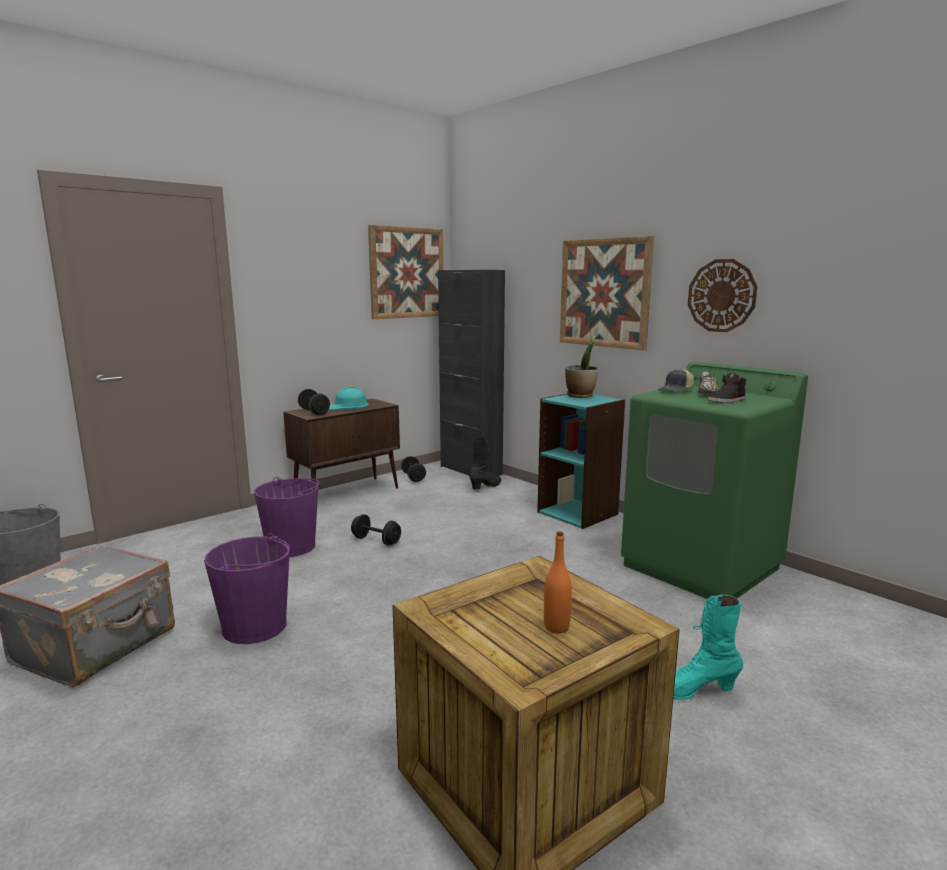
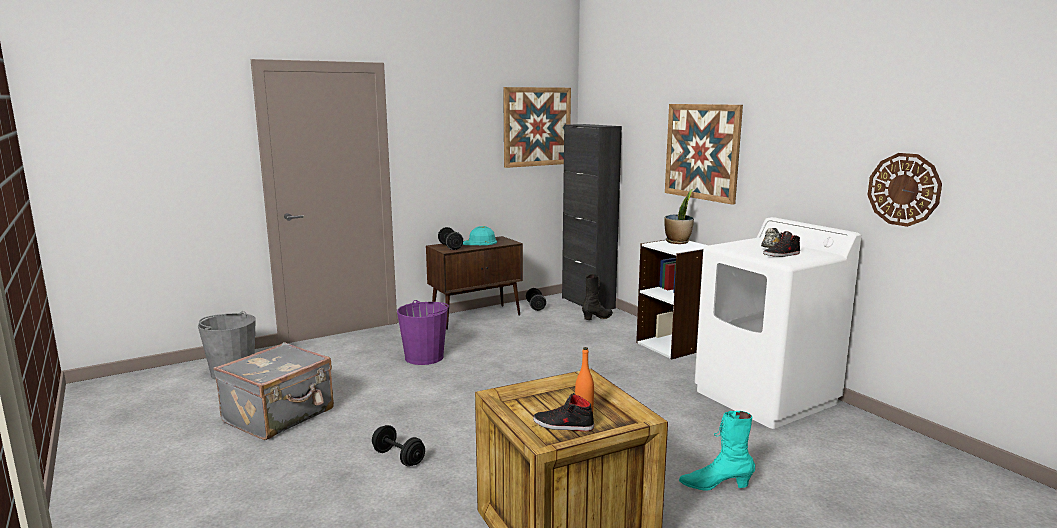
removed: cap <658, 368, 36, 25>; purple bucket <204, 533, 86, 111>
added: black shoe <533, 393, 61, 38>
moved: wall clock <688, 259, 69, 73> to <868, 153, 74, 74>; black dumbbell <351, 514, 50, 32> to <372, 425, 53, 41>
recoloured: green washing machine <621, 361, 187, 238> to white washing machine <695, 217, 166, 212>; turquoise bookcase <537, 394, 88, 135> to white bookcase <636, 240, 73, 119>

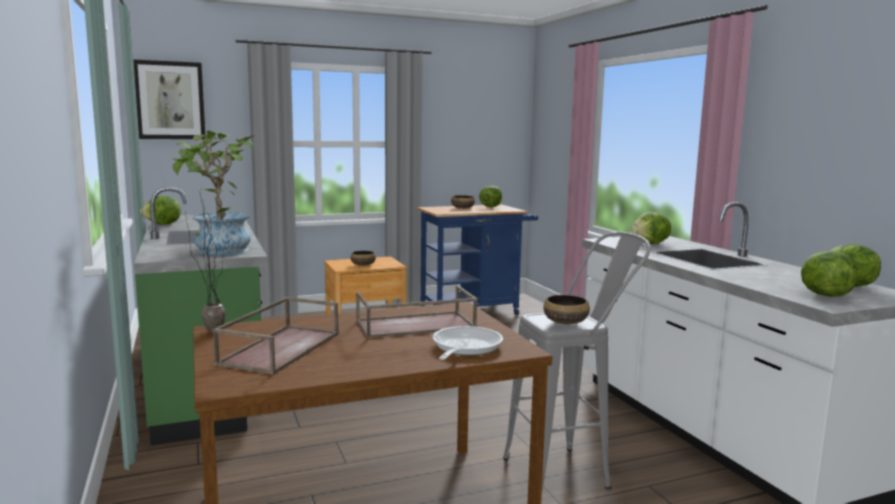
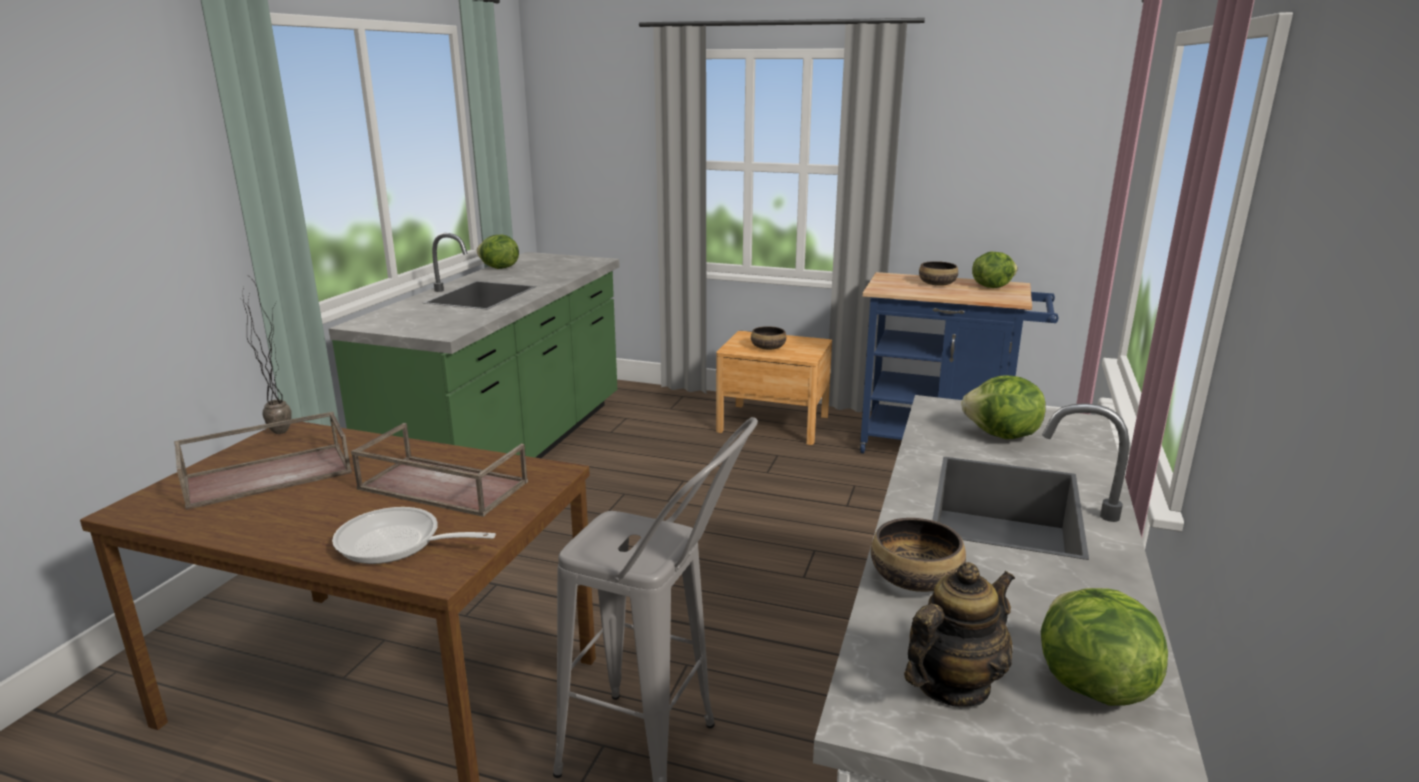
removed: picture <133, 60, 72, 79>; potted plant <172, 130, 81, 125>
moved: bowl <543, 295, 47, 29> to <871, 518, 95, 74>
replaced: lettuce <801, 251, 57, 46> to teapot <904, 562, 111, 145>
turned: frying pan <433, 326, 70, 34> = <332, 507, 164, 57> 135 degrees counterclockwise

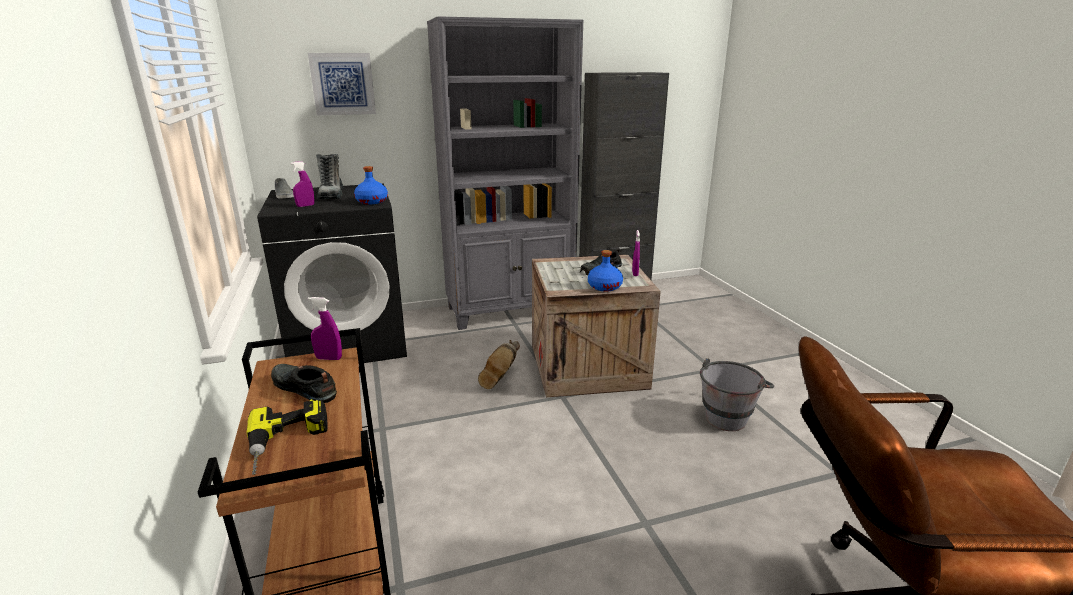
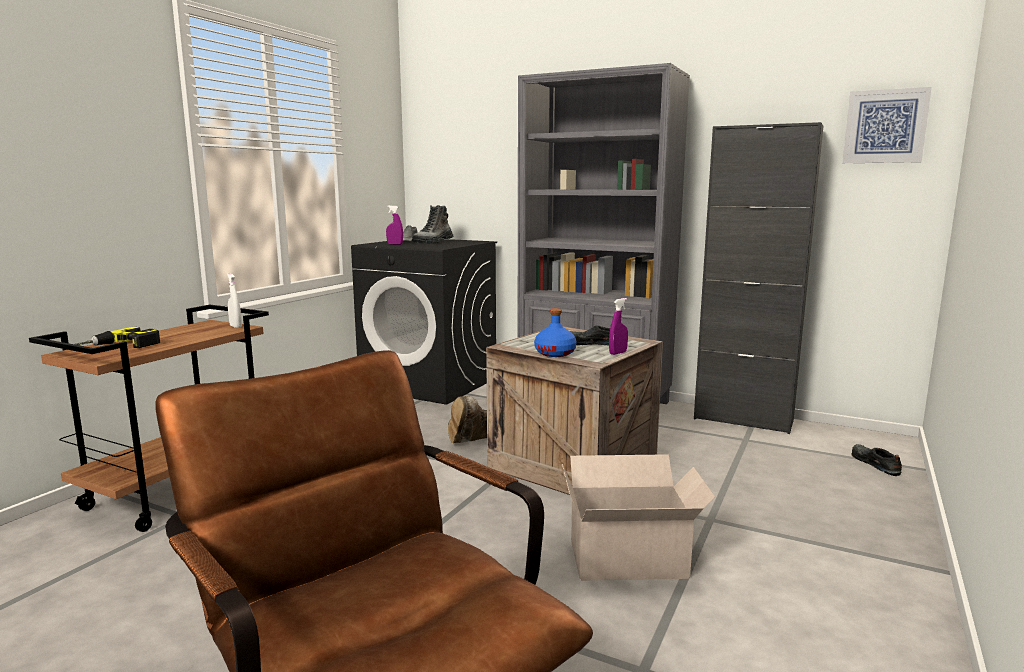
removed: blue bottle <354, 166, 34, 38>
moved: picture <308, 53, 68, 62> to <842, 87, 90, 76>; black shoe <271, 364, 66, 39> to <852, 444, 50, 32>
replaced: grey bucket <700, 358, 74, 73> to cardboard box <562, 454, 153, 127>
recoloured: purple spray bottle <308, 297, 34, 63> to white spray bottle <227, 273, 15, 55>

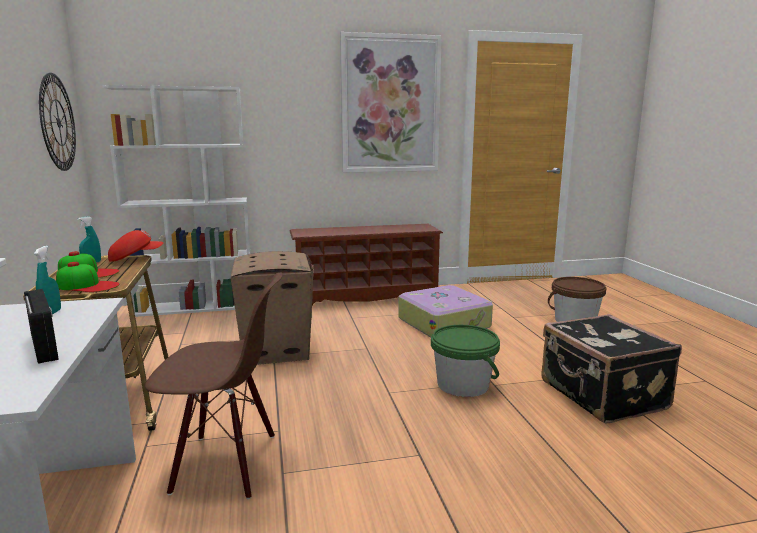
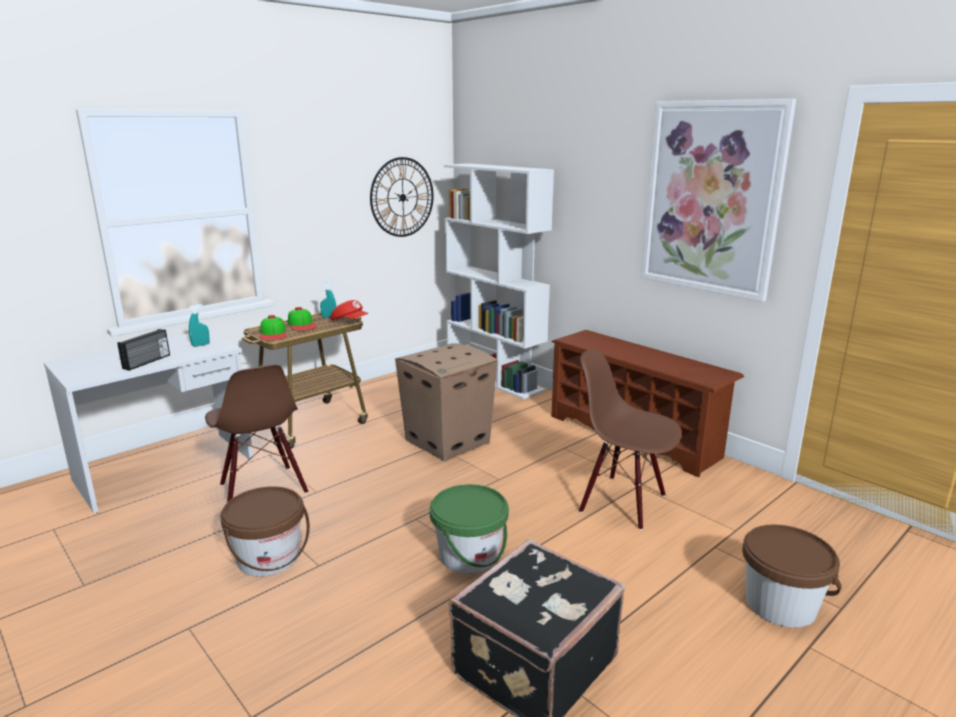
added: brown bucket <220, 486, 90, 91>
replaced: suitcase <398, 285, 95, 52> to brown chair <579, 349, 103, 181>

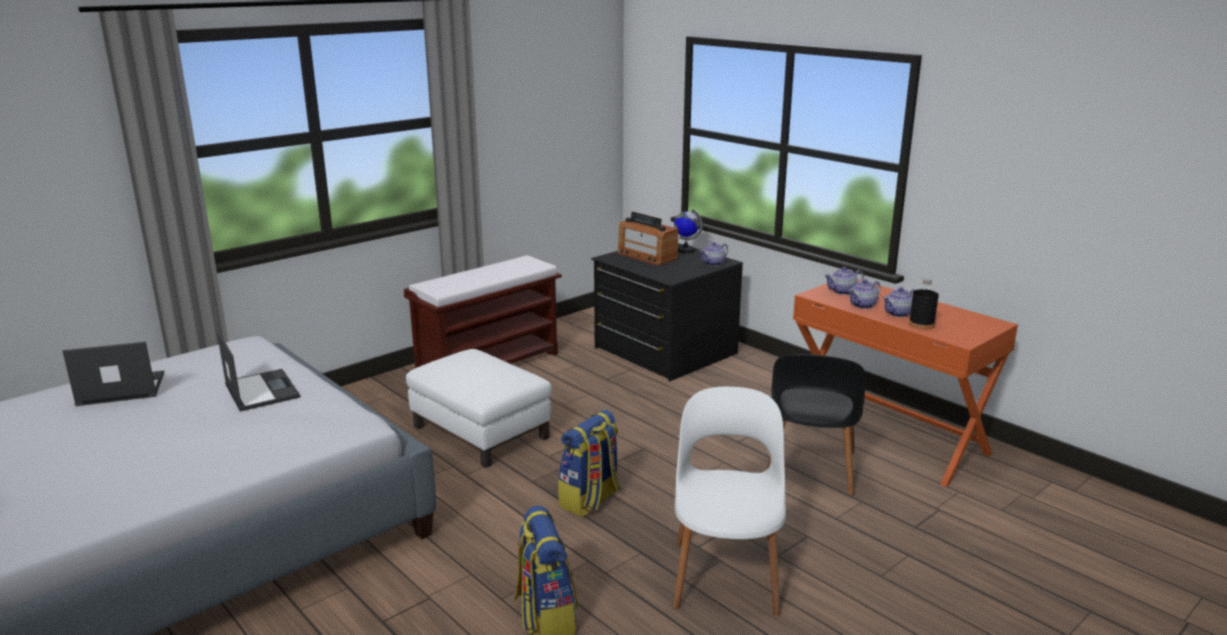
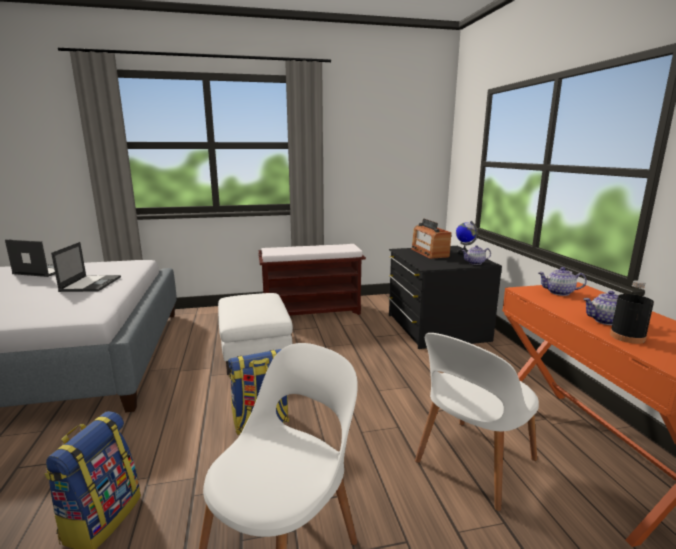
removed: teapot <849, 279, 32, 30>
recoloured: black chair <767, 354, 99, 142> to white chair <415, 333, 124, 178>

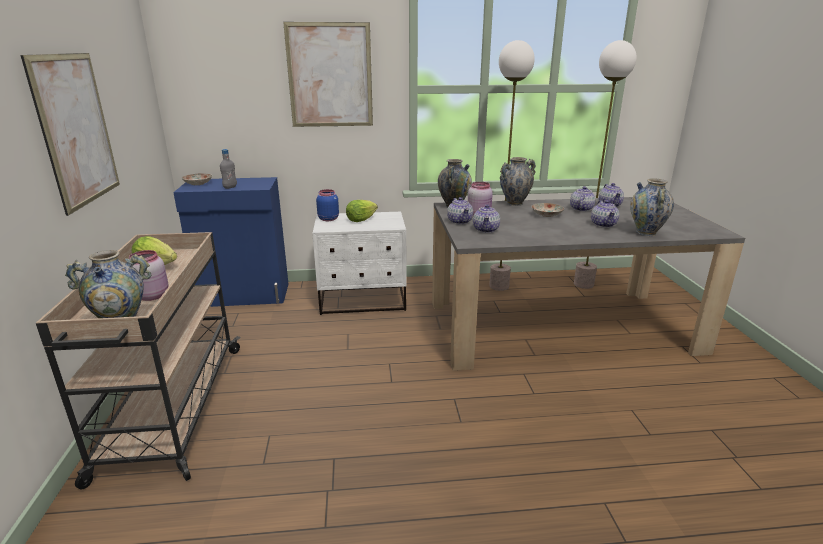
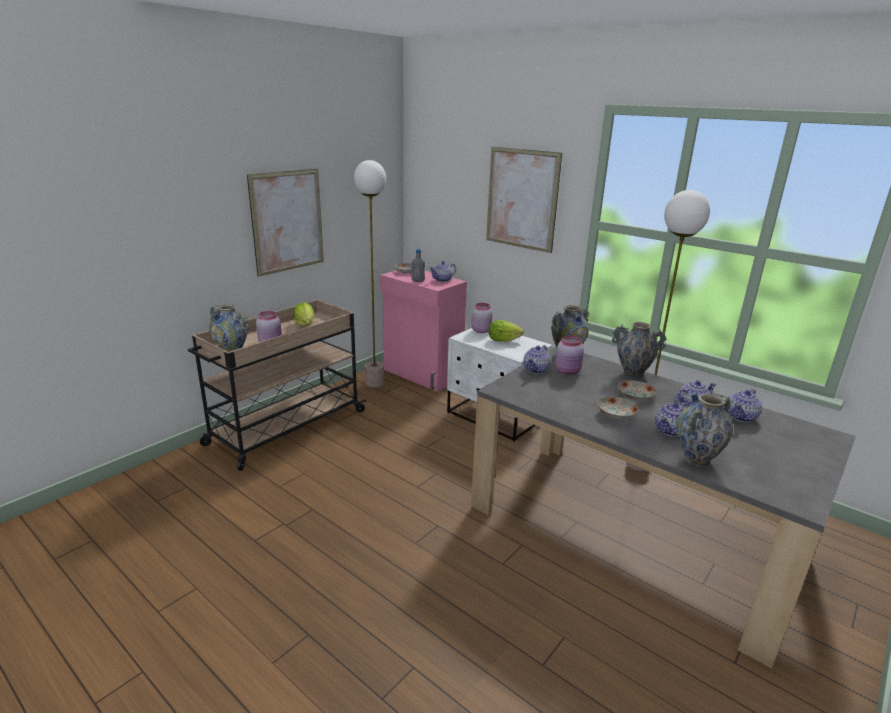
added: plate <597, 397, 41, 22>
moved: floor lamp <574, 40, 63, 249> to <354, 160, 32, 228>; teapot <473, 204, 27, 29> to <430, 261, 26, 21>
recoloured: blue cabinet <173, 177, 116, 130> to pink cabinet <380, 270, 87, 122>; blue jar <316, 189, 23, 32> to pink jar <471, 303, 22, 30>

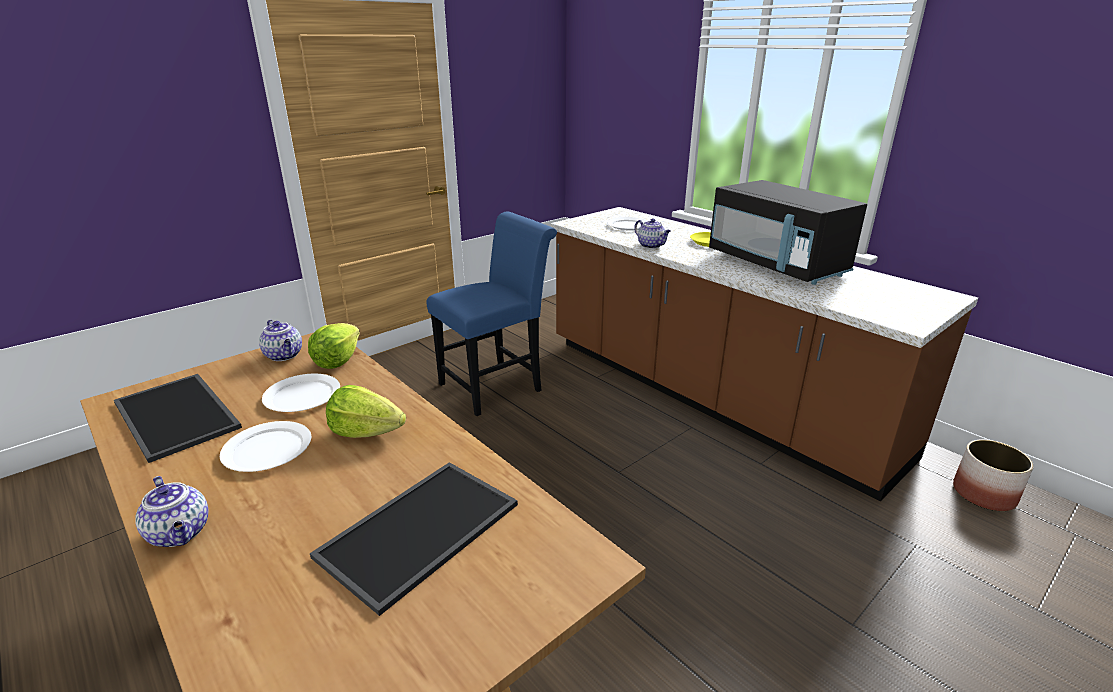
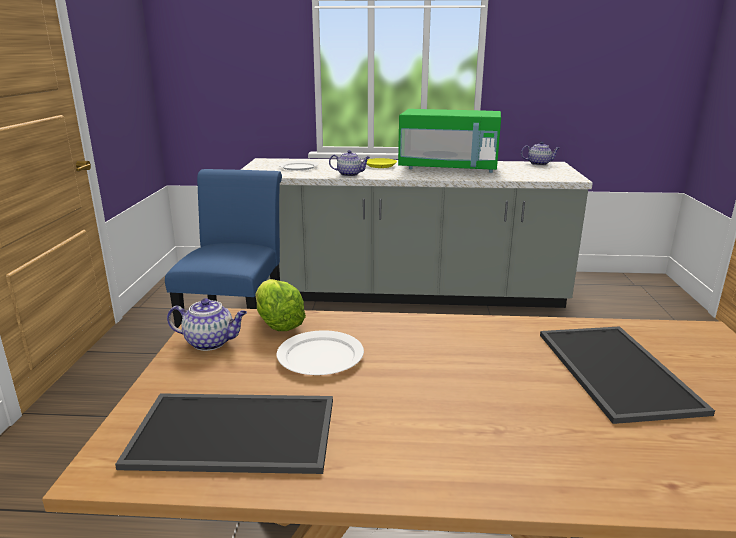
removed: lettuce <326, 385, 80, 53>; white plate <220, 421, 91, 51>; planter <953, 440, 81, 71>
moved: teapot <135, 476, 74, 71> to <521, 141, 39, 25>
recoloured: black microwave <709, 180, 158, 105> to green microwave <398, 109, 103, 64>; brown counter <551, 207, 427, 294> to grey counter <241, 158, 352, 150>

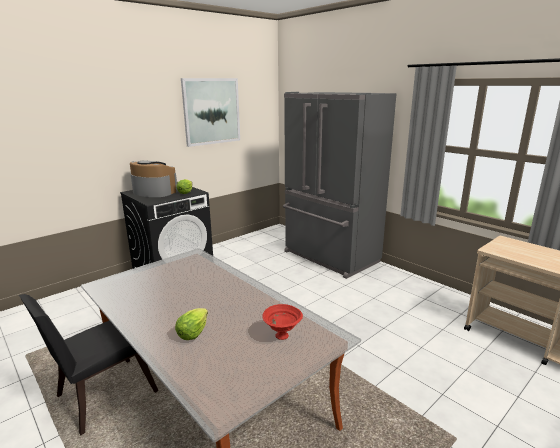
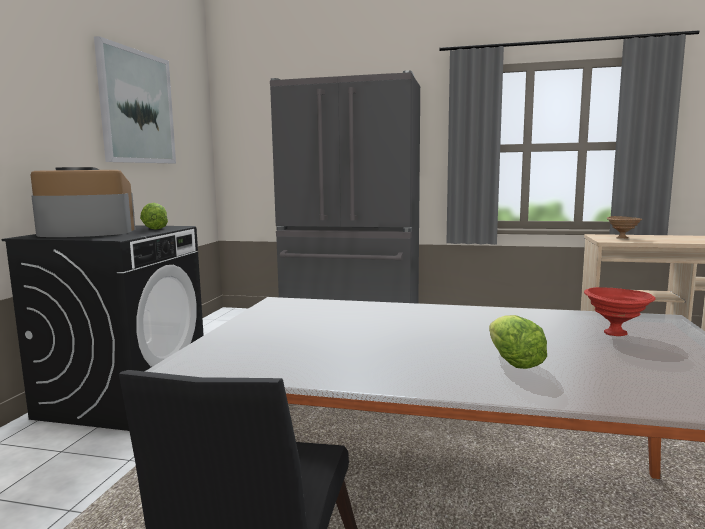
added: brown bowl <607, 216, 36, 23>

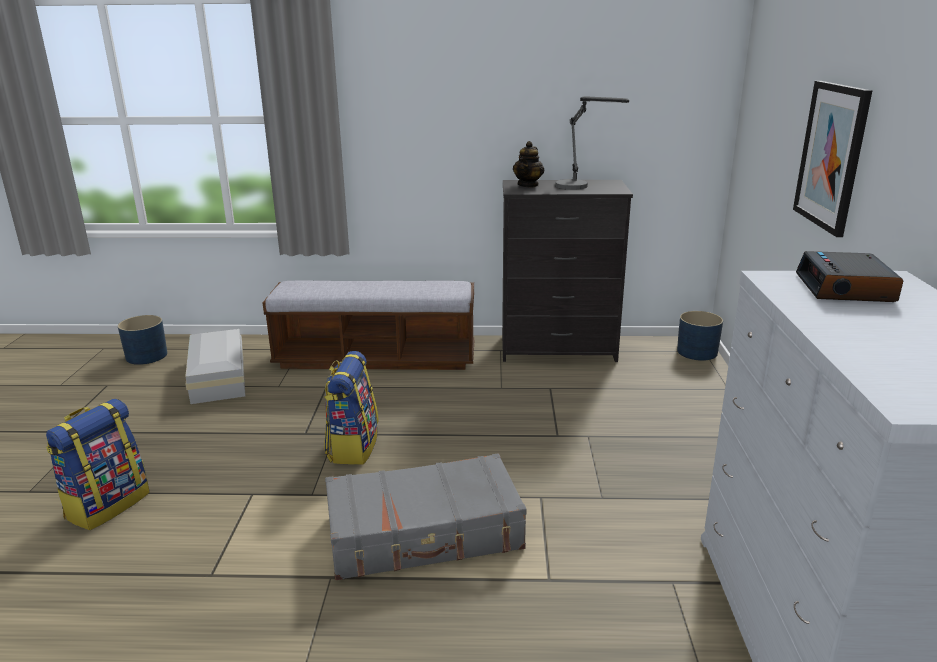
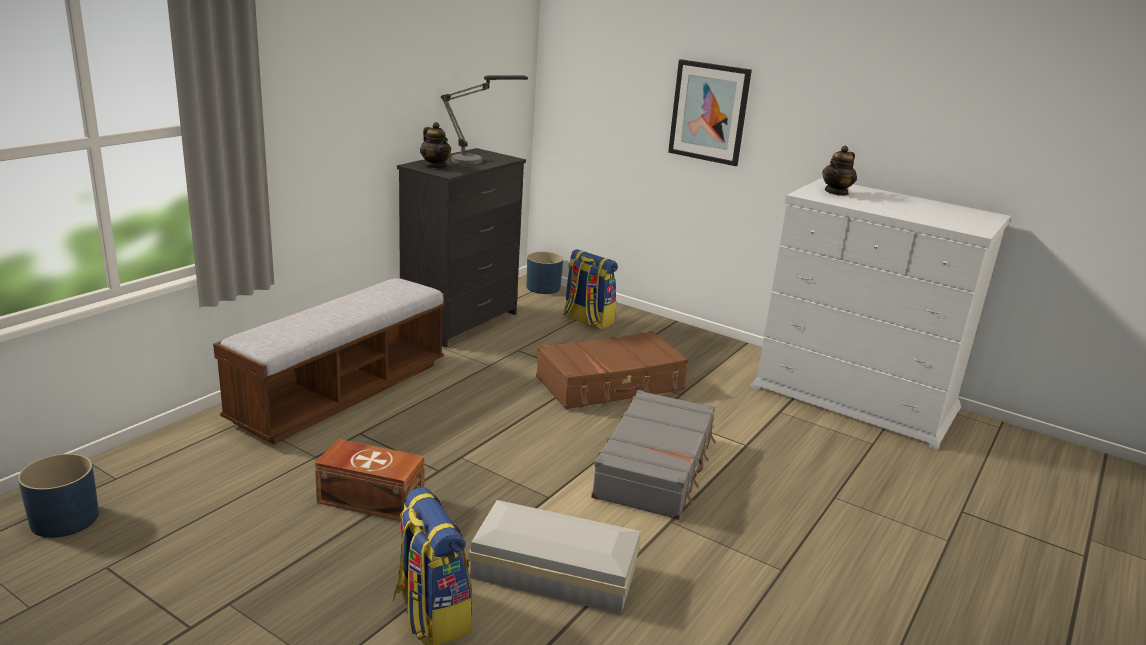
added: brown suitcase <536, 331, 153, 78>; brown storage box <315, 439, 110, 82>
moved: white storage box <185, 329, 60, 75> to <469, 500, 172, 114>; backpack <324, 351, 55, 114> to <564, 249, 54, 80>
replaced: alarm clock <796, 251, 107, 51> to teapot <822, 146, 35, 50>

